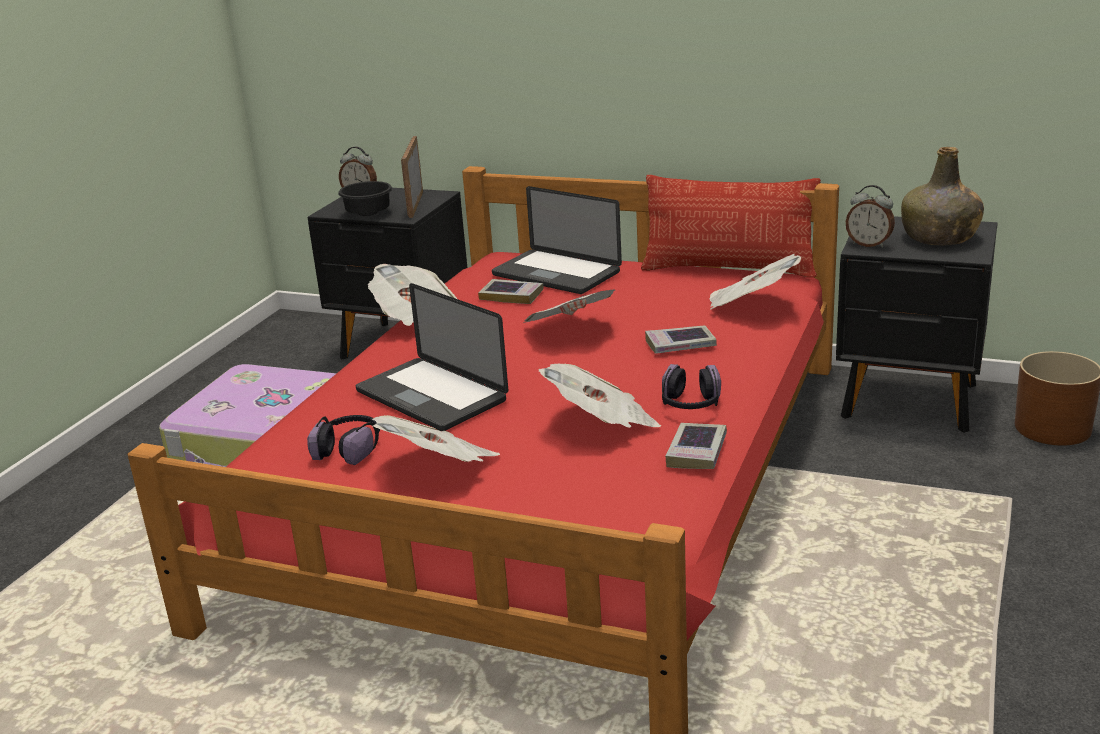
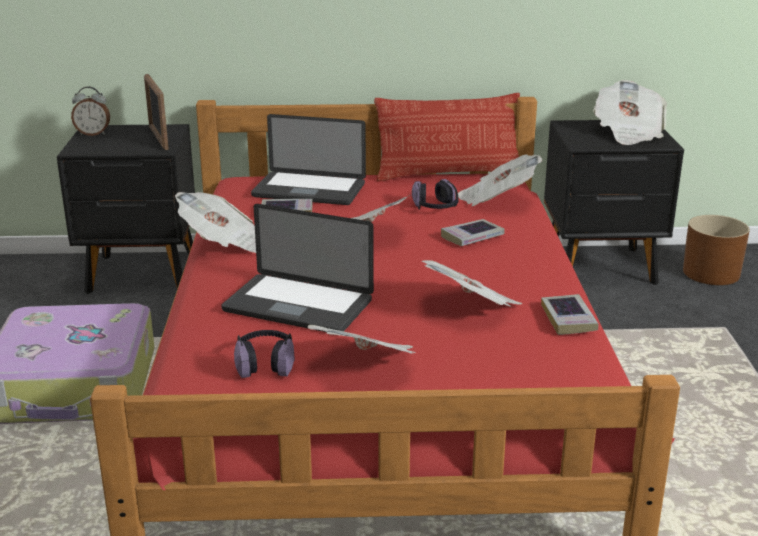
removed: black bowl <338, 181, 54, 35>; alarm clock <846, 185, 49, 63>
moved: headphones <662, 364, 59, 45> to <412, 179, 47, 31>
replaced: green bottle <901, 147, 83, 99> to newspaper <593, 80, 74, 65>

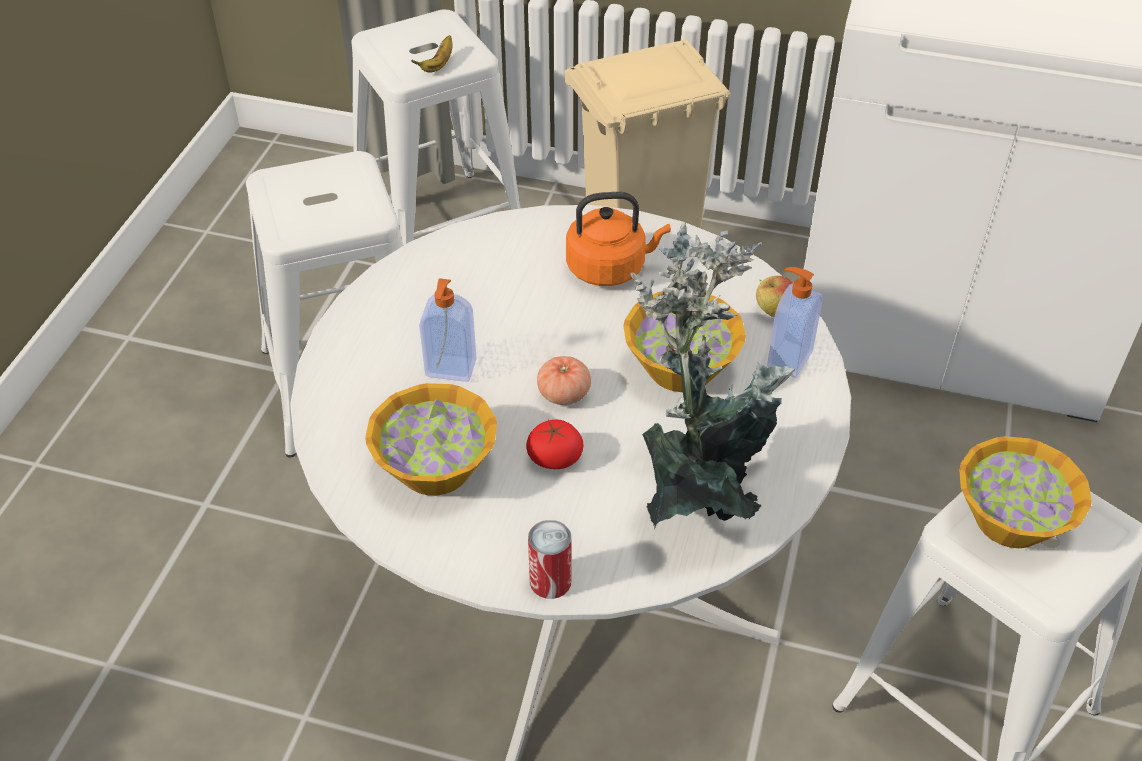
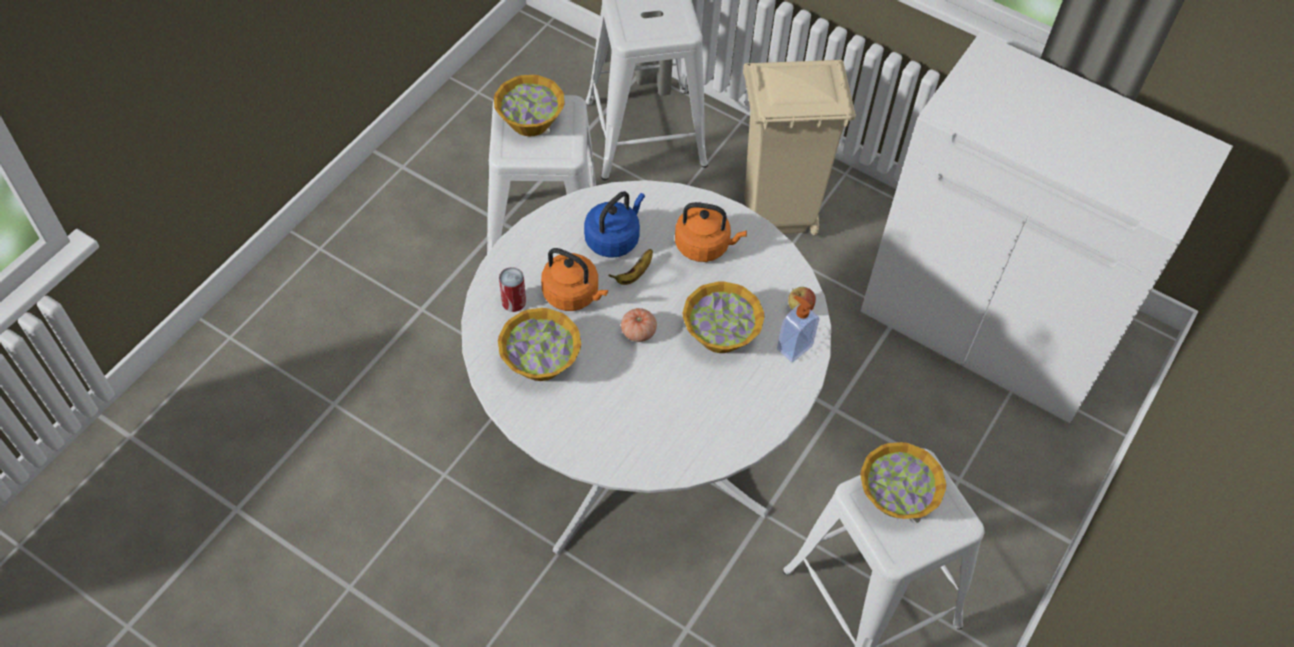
removed: potted plant <630, 222, 166, 307>; tomato <526, 419, 57, 50>
added: bowl <494, 75, 71, 61>; blue kettle <584, 191, 61, 67>
moved: banana <411, 35, 42, 37> to <609, 249, 44, 36>; can <528, 520, 44, 79> to <499, 267, 27, 45>
replaced: soap dispenser <419, 278, 58, 104> to orange kettle <541, 248, 67, 63>

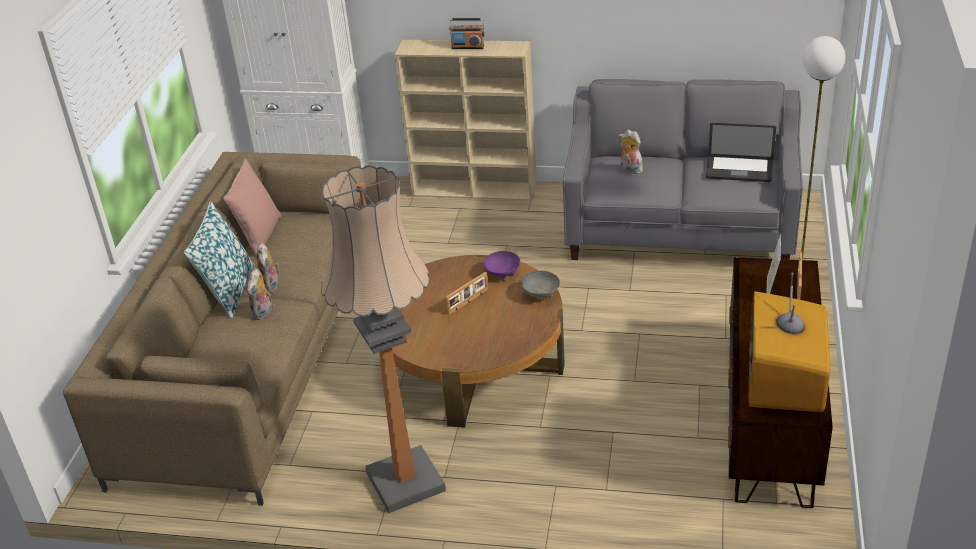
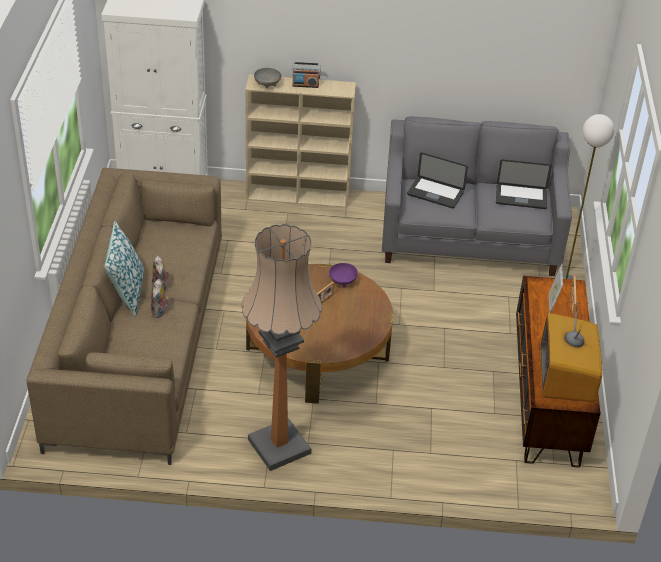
removed: pink pillow <223, 159, 58, 98>
moved: grey bowl <521, 271, 39, 29> to <254, 68, 27, 20>
replaced: plush toy <618, 130, 25, 44> to laptop <407, 152, 61, 56>

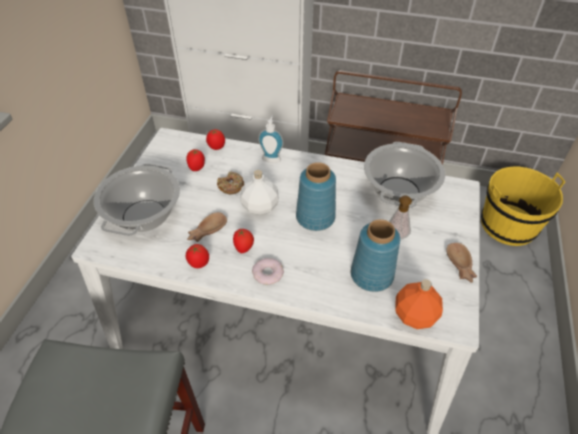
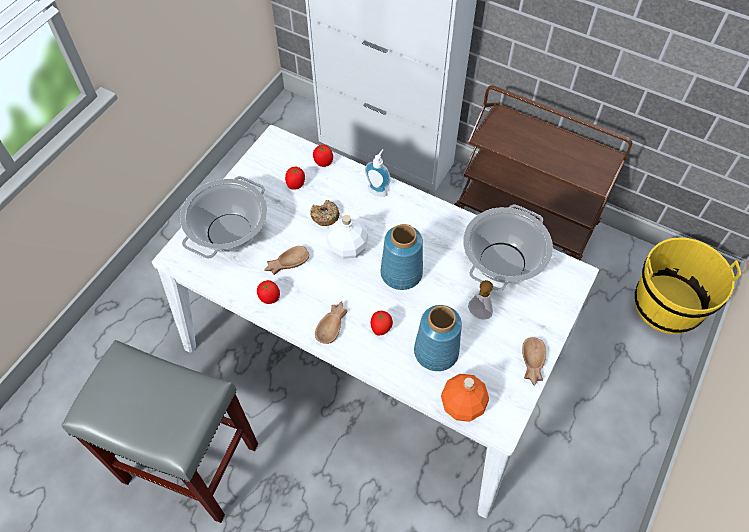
moved: tomato <233, 229, 21, 24> to <371, 311, 22, 25>
replaced: donut <252, 258, 32, 27> to brown bowl <315, 301, 33, 43>

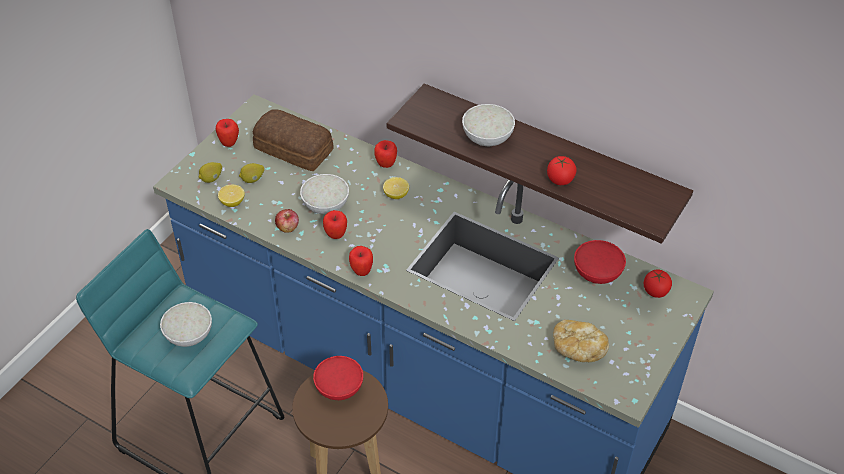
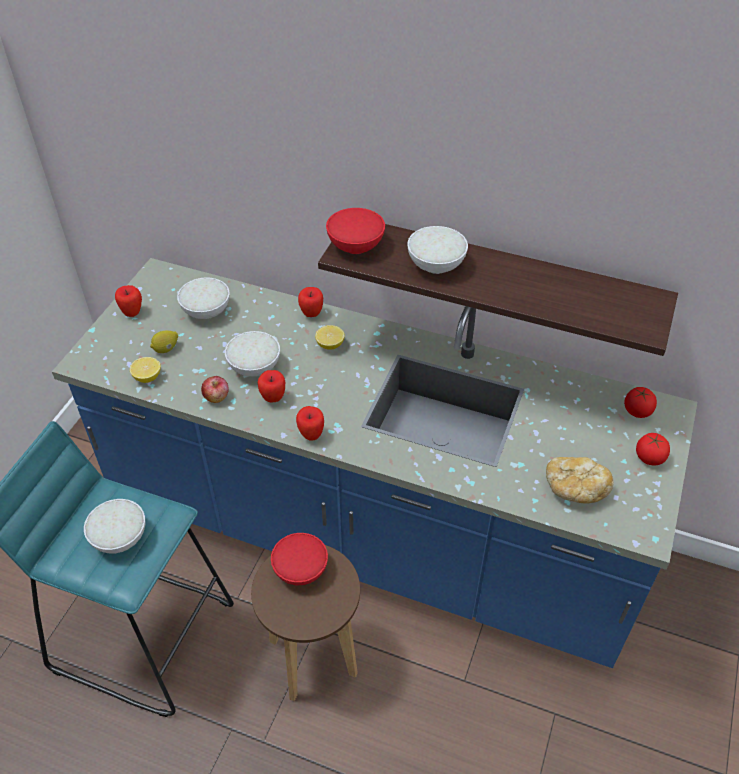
removed: lemon <199, 162, 23, 21>
moved: tomato <547, 156, 30, 29> to <636, 433, 34, 33>; red bowl <574, 240, 52, 44> to <326, 208, 59, 46>
replaced: bread <253, 109, 80, 62> to white bowl <177, 278, 53, 41>

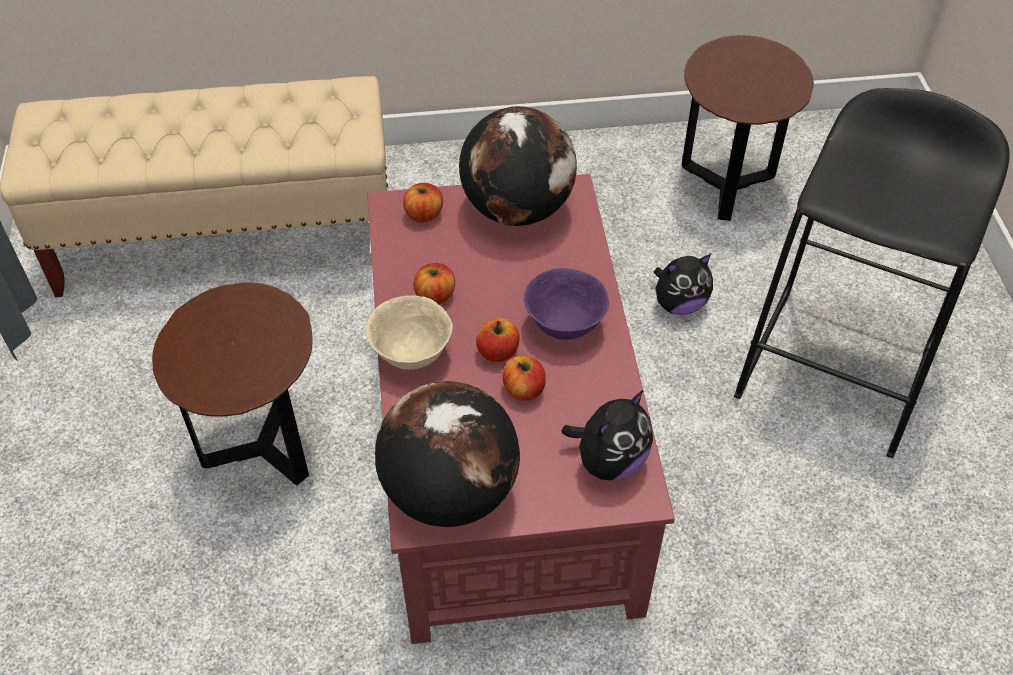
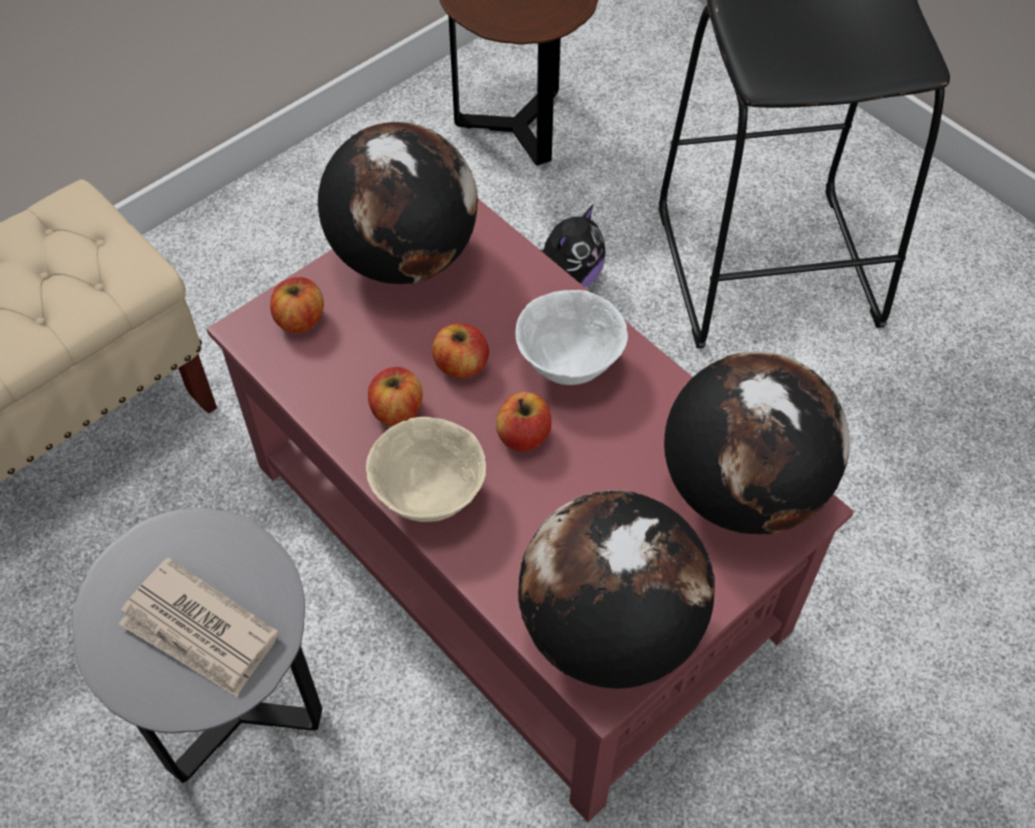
added: newspaper <119, 557, 160, 140>
moved: apple <502, 355, 44, 46> to <432, 323, 57, 55>
replaced: plush toy <562, 390, 91, 91> to globe <664, 351, 186, 183>
recoloured: purple bowl <524, 268, 85, 72> to white bowl <515, 290, 113, 95>; brown side table <152, 282, 161, 203> to grey side table <72, 508, 250, 275>

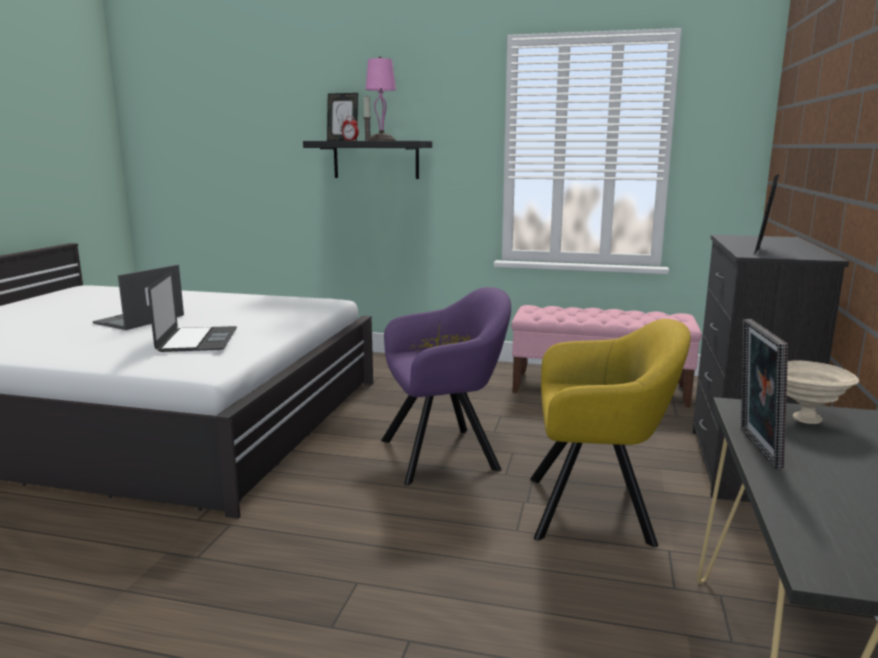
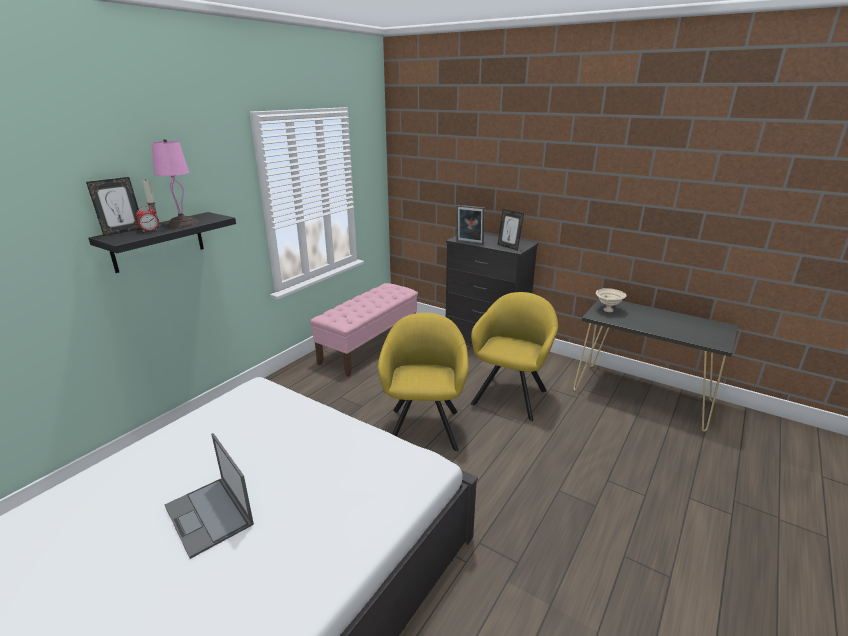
removed: laptop <148, 271, 89, 81>
moved: picture frame <741, 319, 47, 149> to <456, 205, 28, 40>
recoloured: purple armchair <381, 287, 130, 198> to yellow armchair <378, 312, 90, 139>

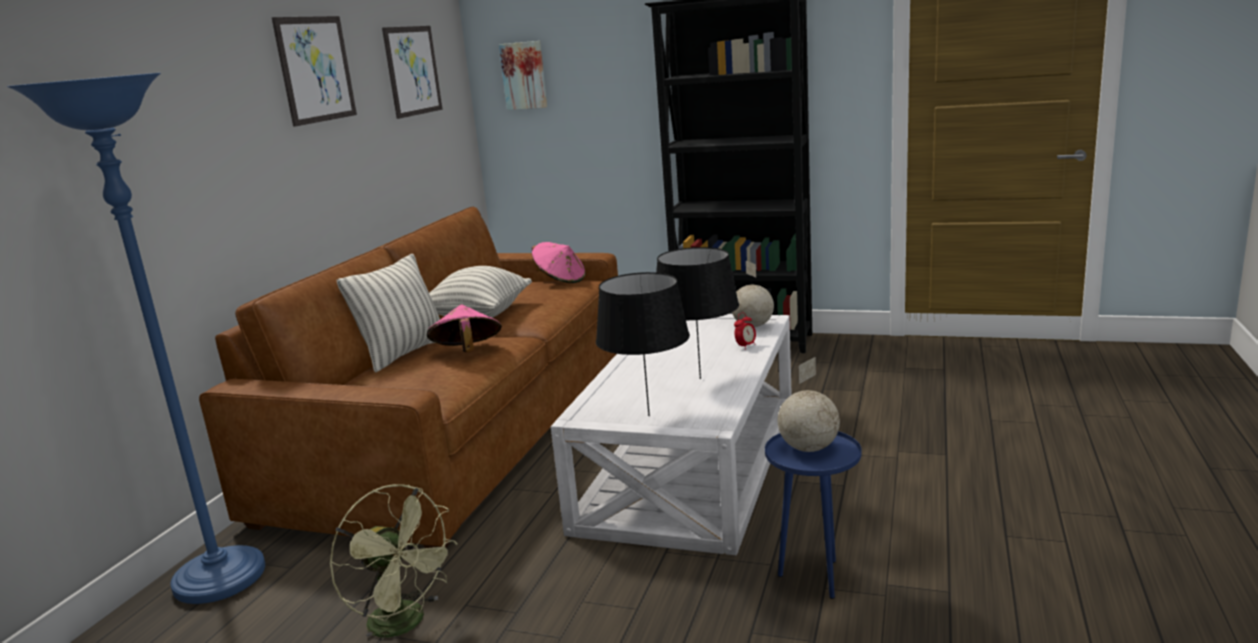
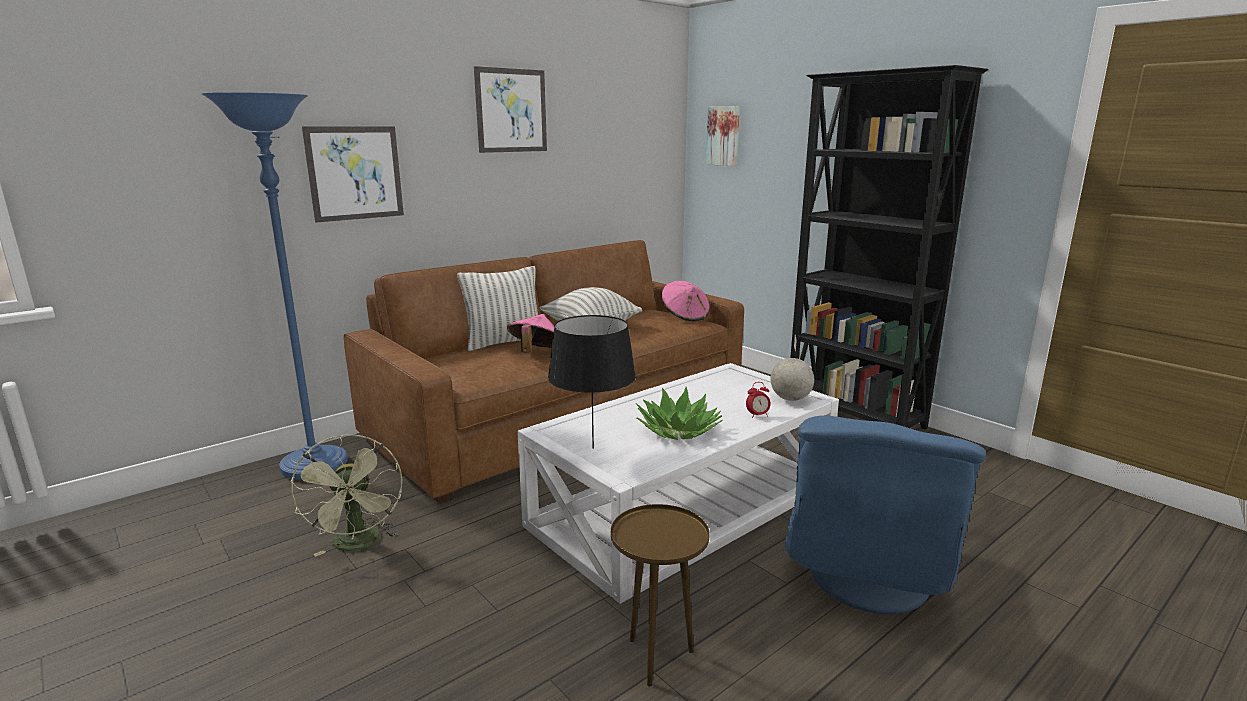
removed: globe <778, 357, 62, 95>
added: blue armchair <785, 416, 201, 198>
moved: picture <382, 26, 61, 93> to <302, 127, 102, 96>
replaced: black table lamp <656, 247, 83, 132> to potted plant <636, 387, 87, 53>
recoloured: blue side table <765, 431, 97, 168> to brown side table <611, 504, 99, 182>

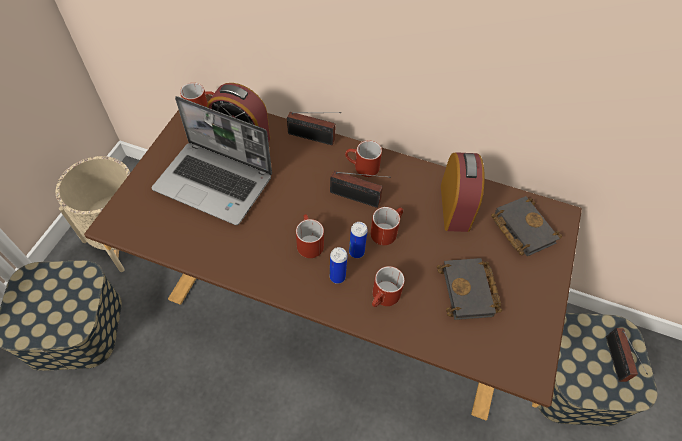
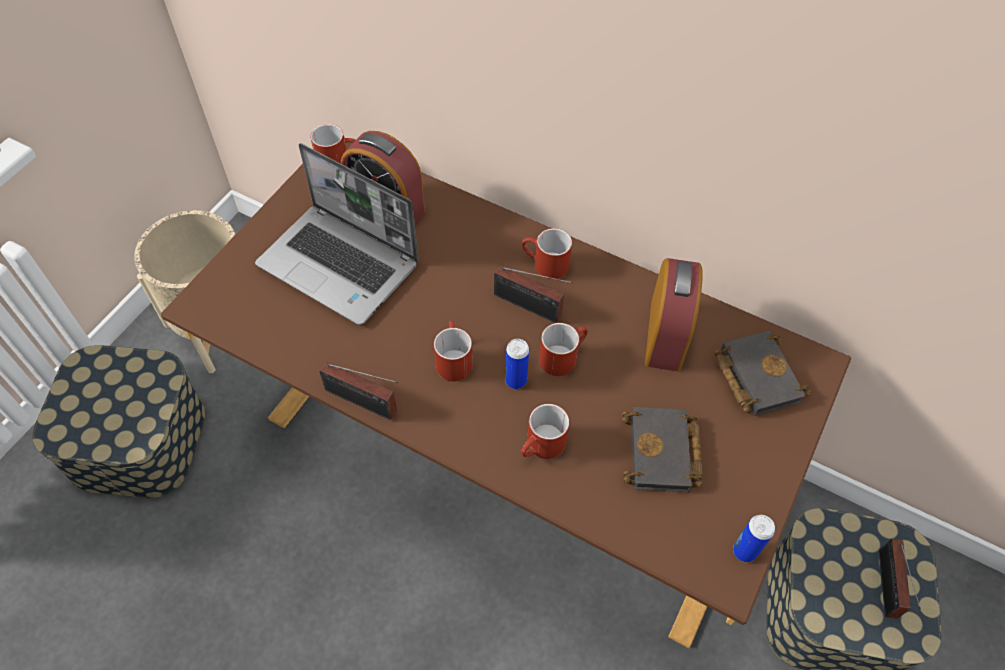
moved: radio <287, 112, 54, 33> to <319, 362, 79, 58>; can <330, 247, 17, 37> to <733, 515, 42, 47>

